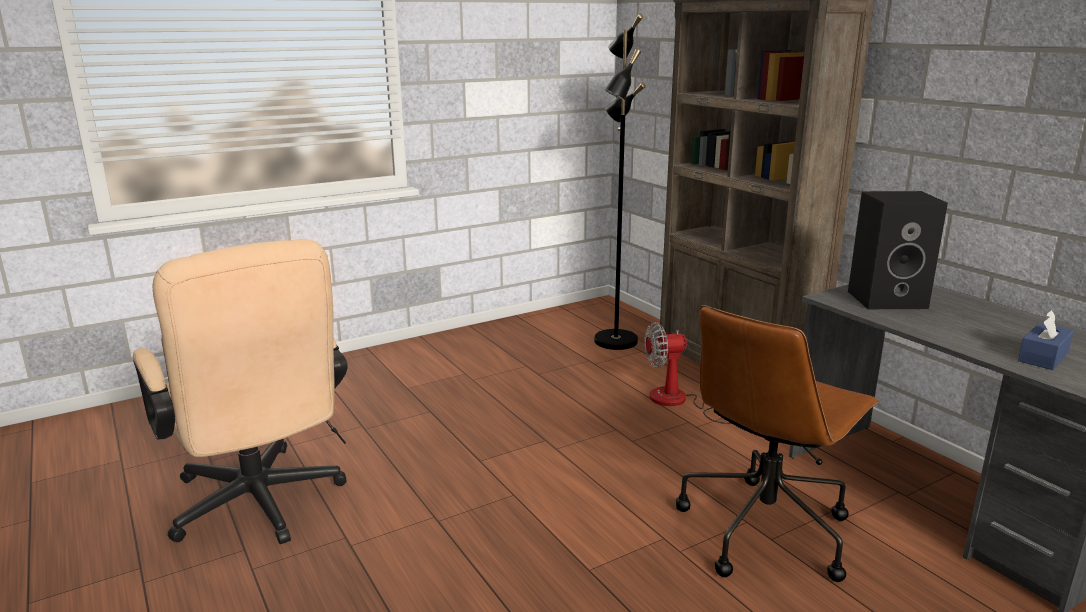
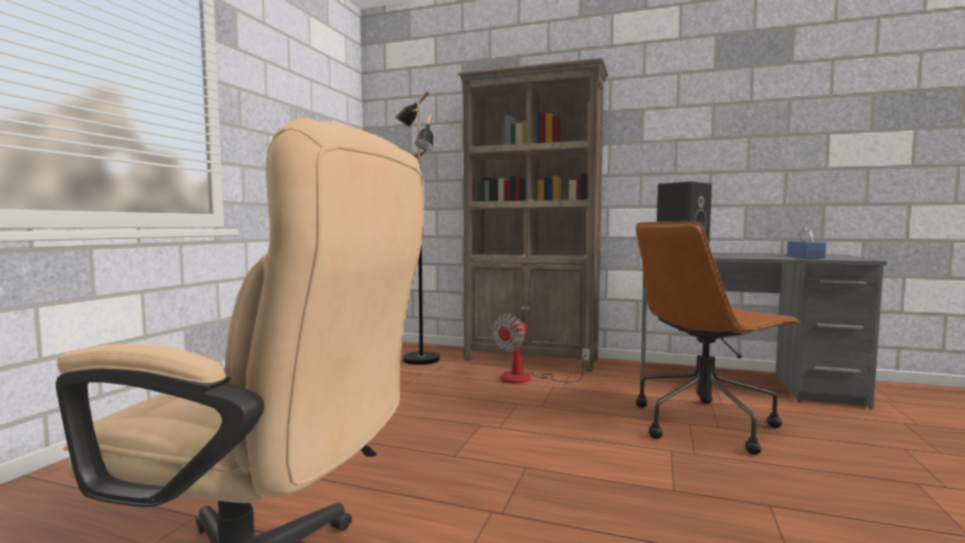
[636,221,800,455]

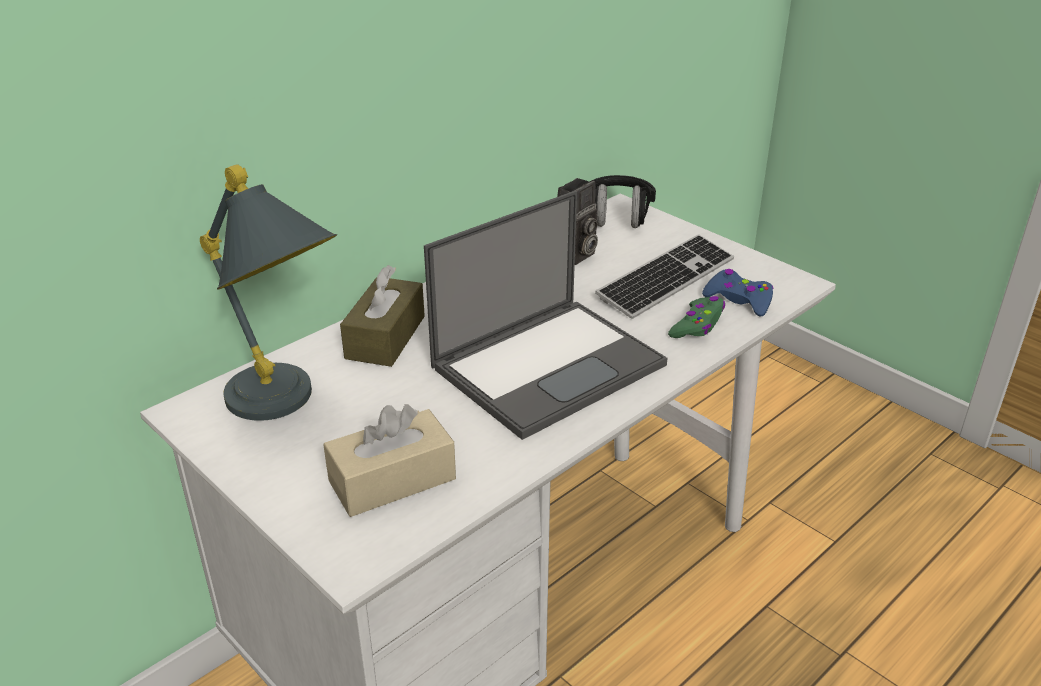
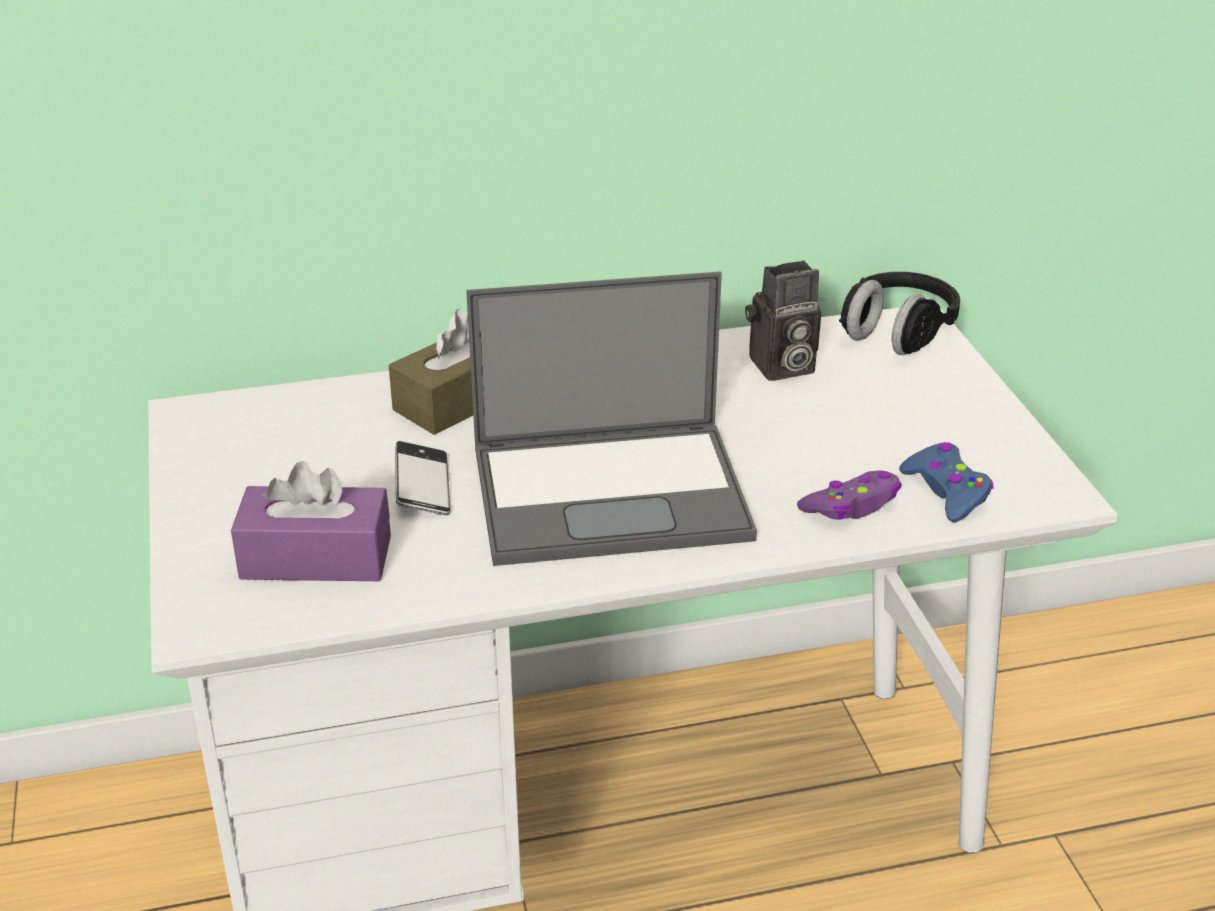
[200,164,337,421] (first image)
[595,234,734,319] (first image)
[395,441,450,515]
[231,461,391,581]
[797,470,902,520]

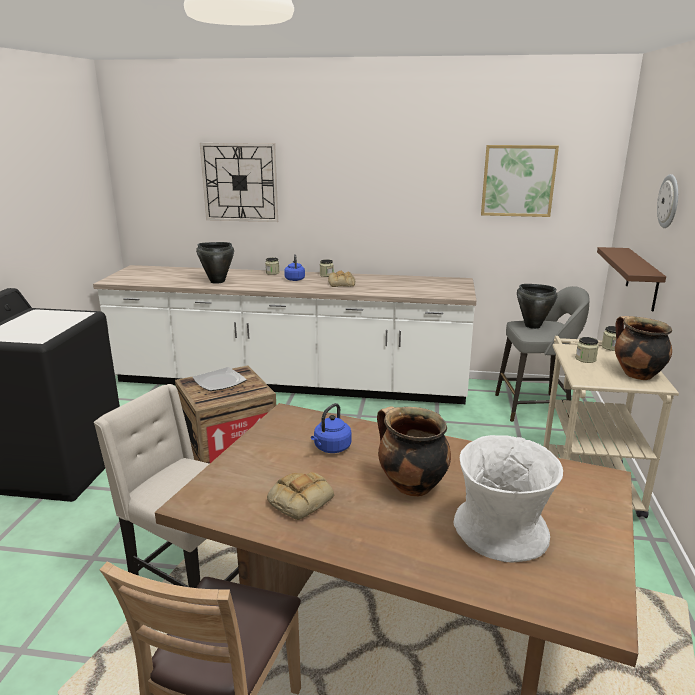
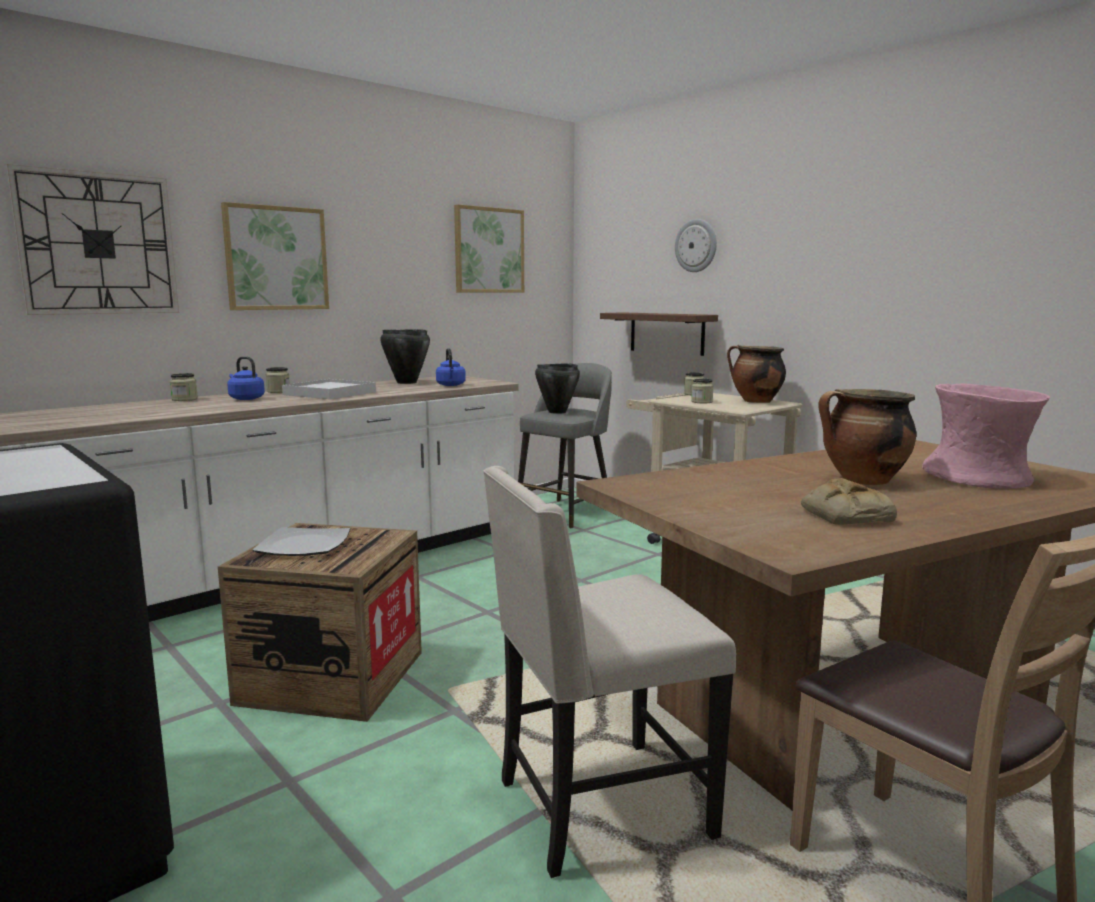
[221,202,329,310]
[380,329,430,384]
[436,348,466,386]
[282,379,376,399]
[922,384,1050,489]

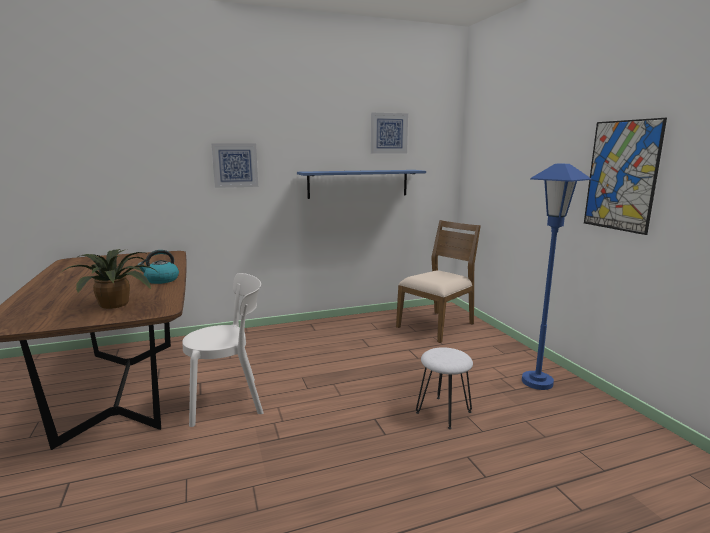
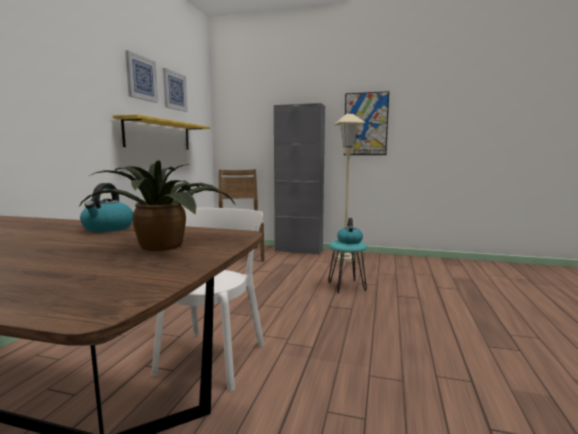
[274,103,325,255]
[337,218,363,244]
[125,50,158,103]
[113,114,210,150]
[328,240,367,293]
[334,114,365,262]

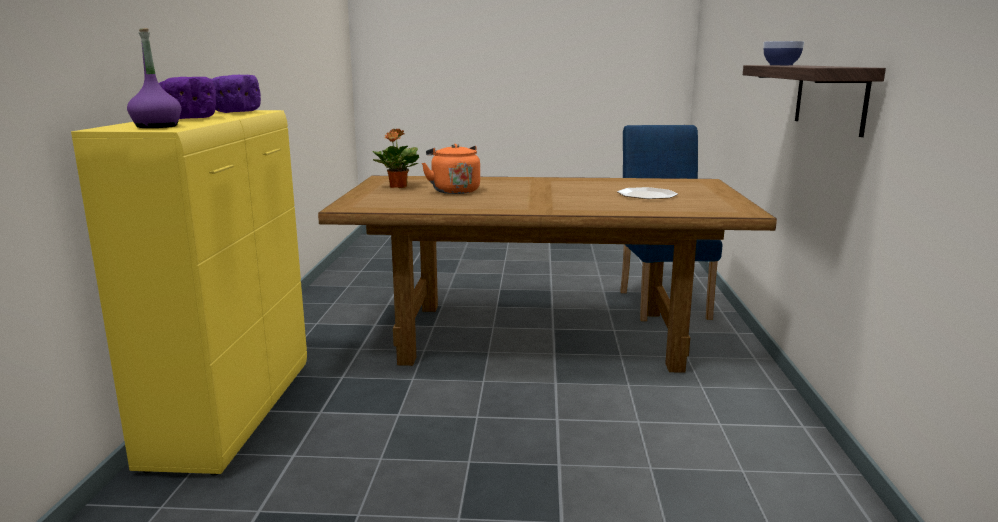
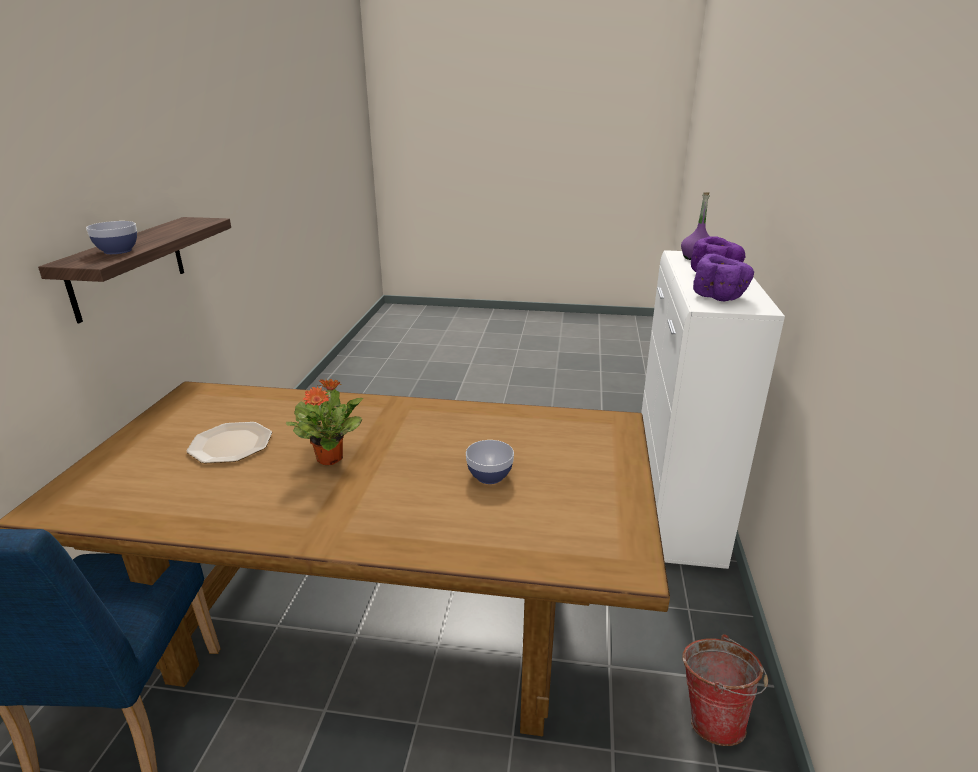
[682,634,768,746]
[286,379,363,465]
[466,440,514,484]
[641,250,785,569]

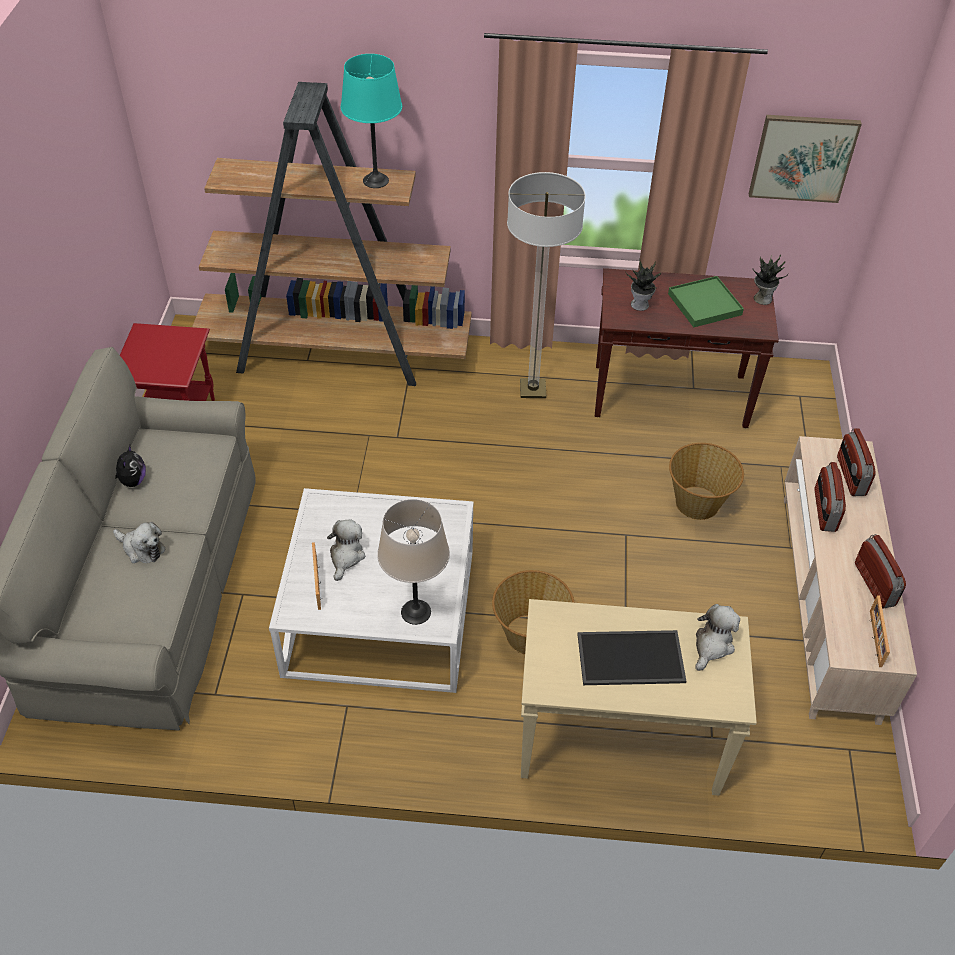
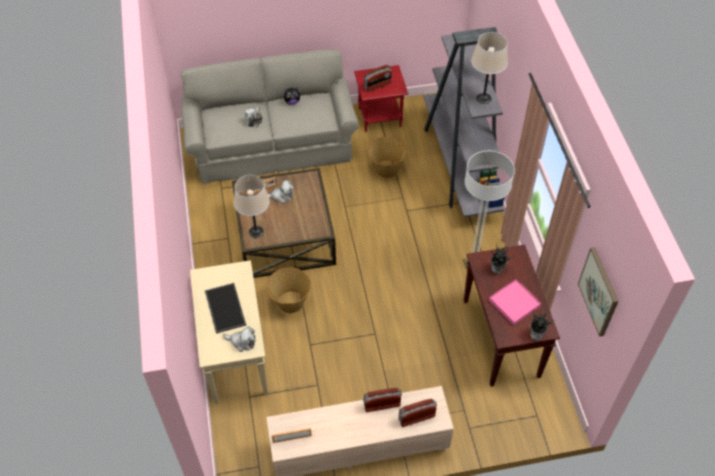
[368,136,407,178]
[364,65,392,92]
[423,27,504,217]
[232,168,336,278]
[471,32,508,104]
[489,279,541,325]

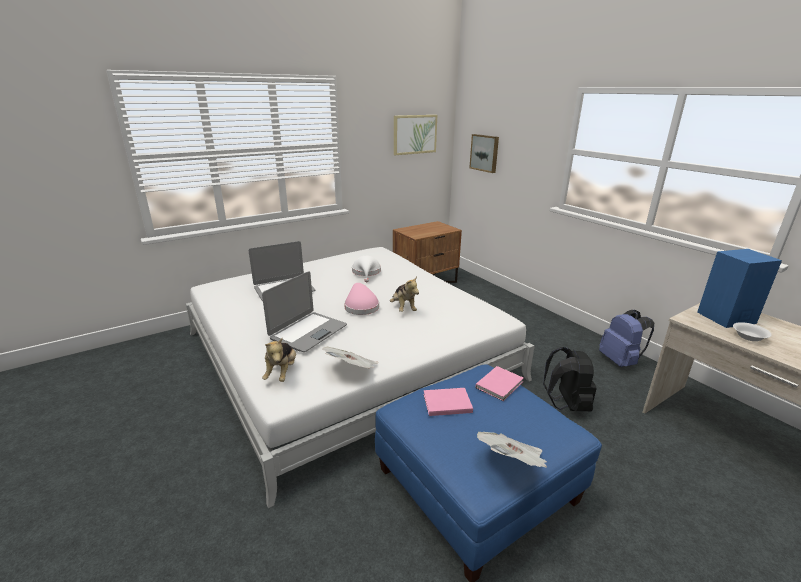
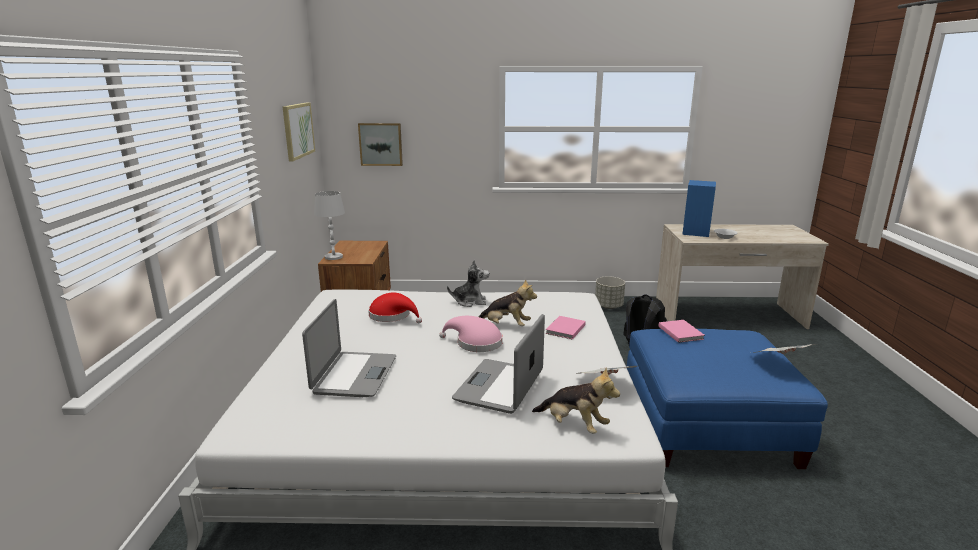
[314,191,345,260]
[447,260,489,307]
[546,316,586,340]
[595,276,625,309]
[368,293,422,323]
[452,314,545,414]

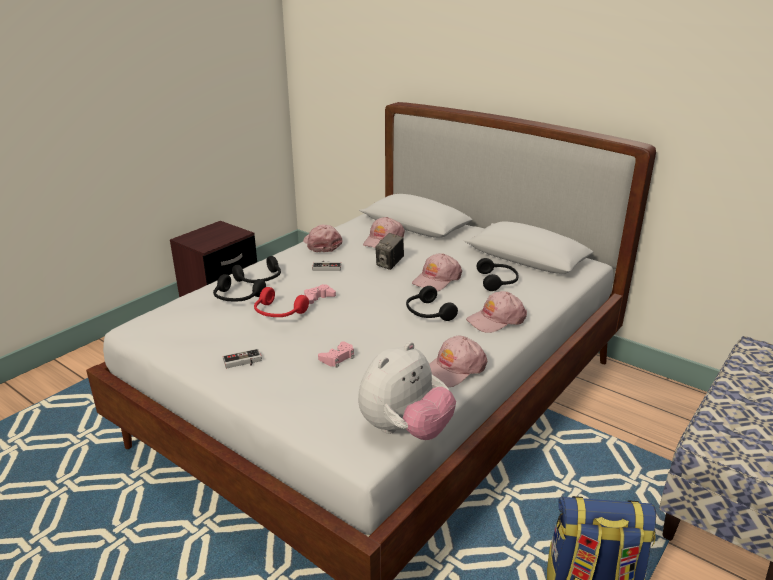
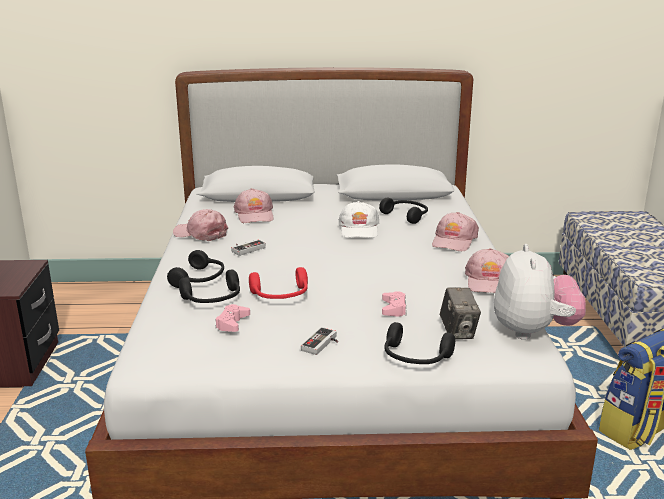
[215,304,250,332]
[440,287,481,339]
[384,322,455,364]
[338,201,379,238]

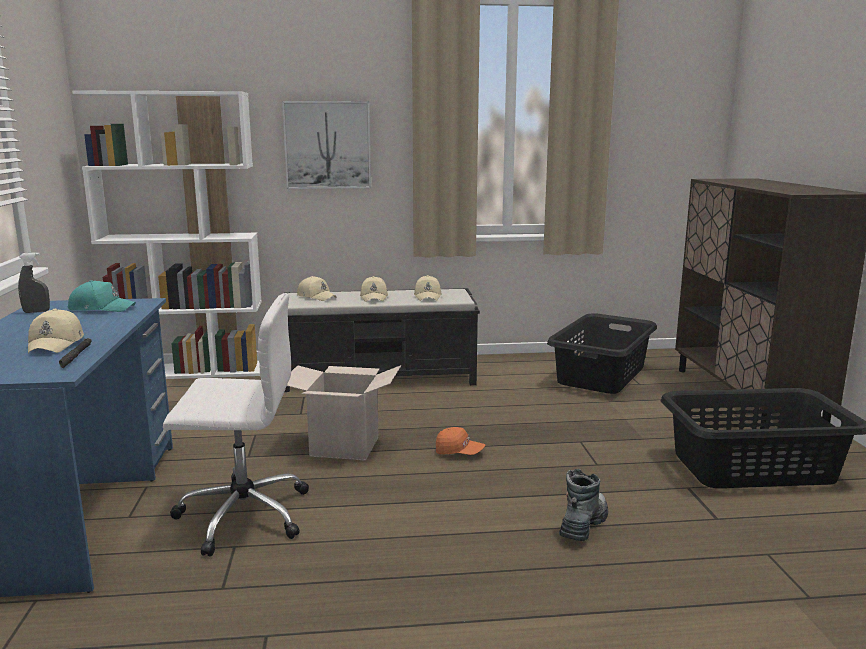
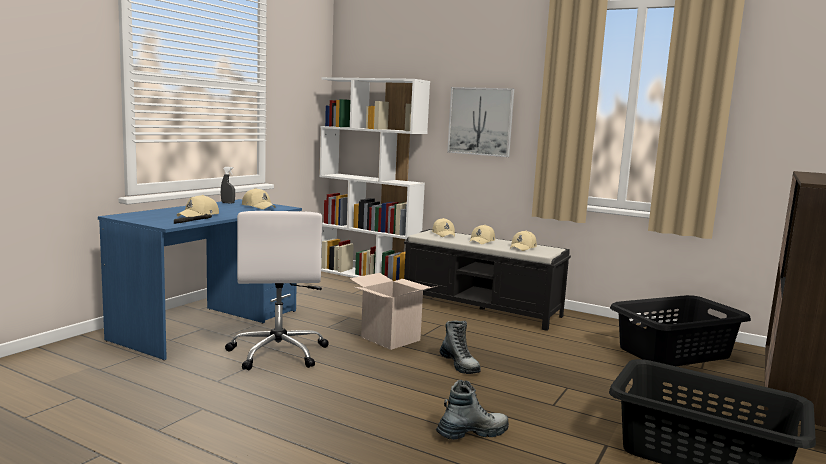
[440,320,481,374]
[242,188,276,209]
[225,211,329,370]

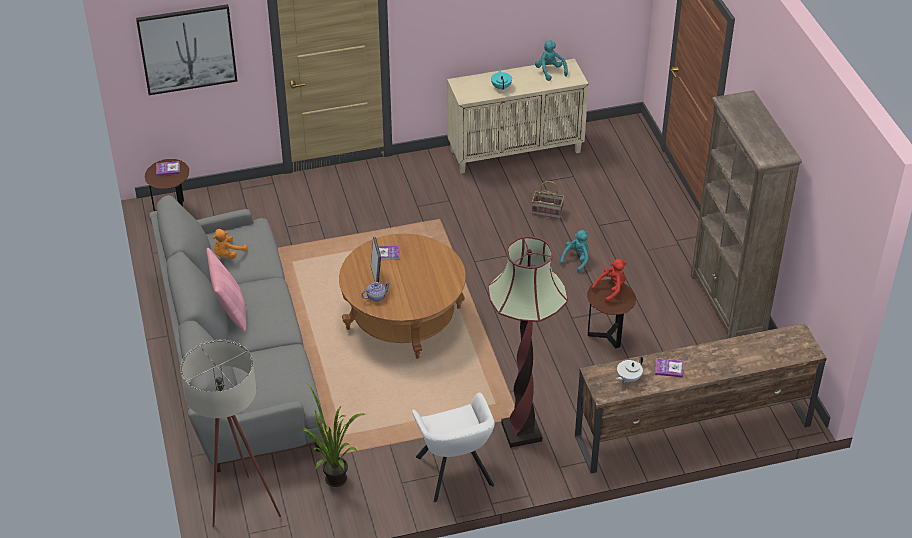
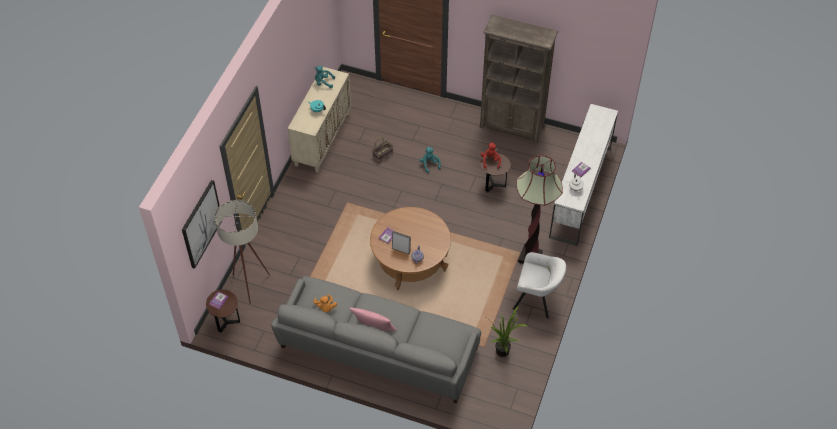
[215,200,270,304]
[549,104,618,246]

